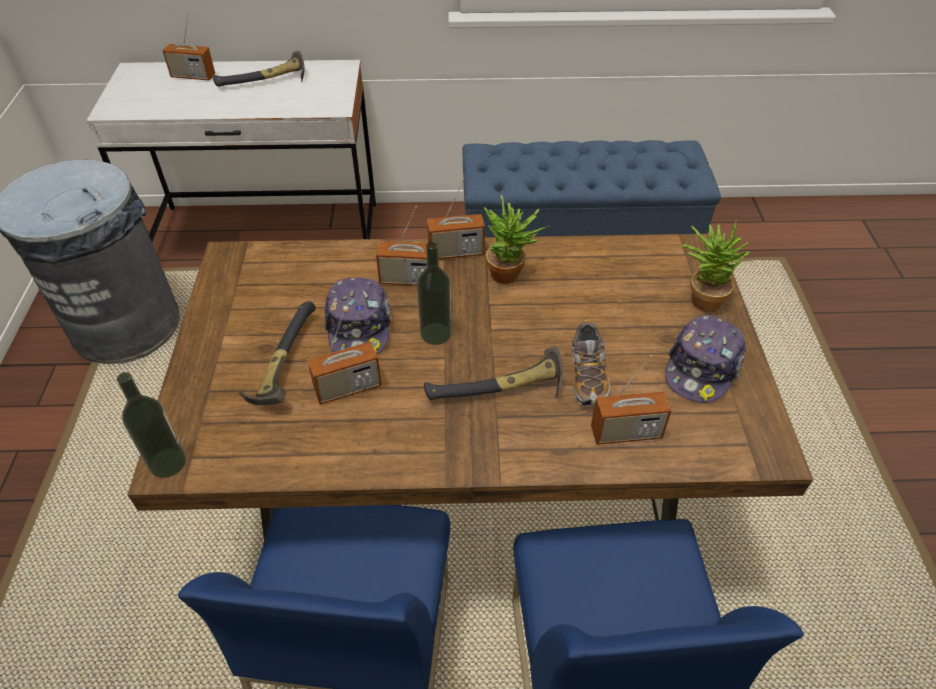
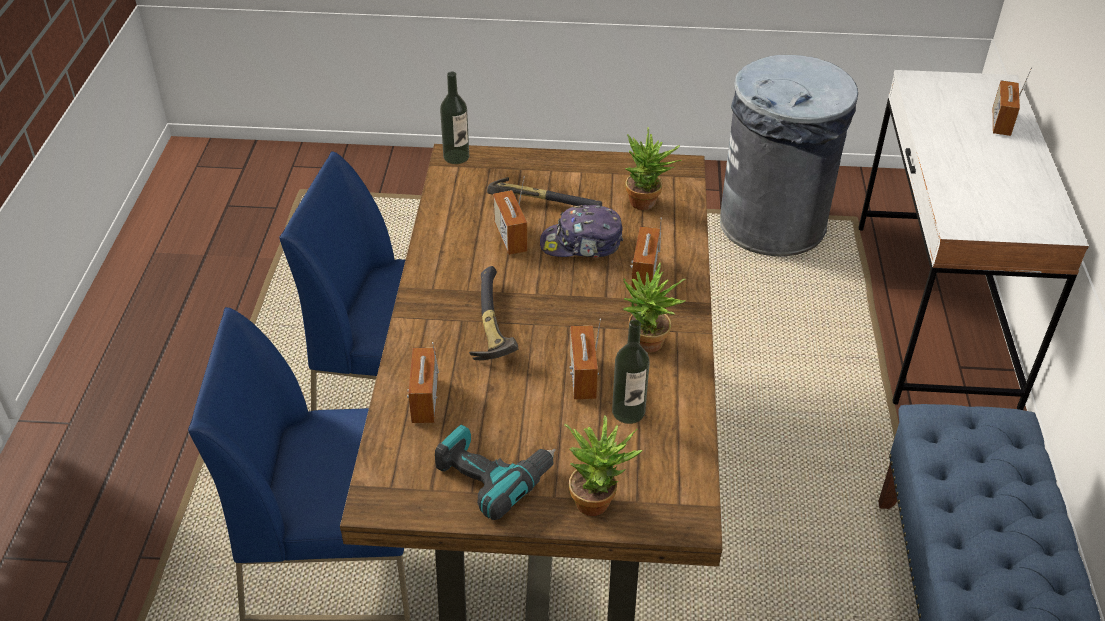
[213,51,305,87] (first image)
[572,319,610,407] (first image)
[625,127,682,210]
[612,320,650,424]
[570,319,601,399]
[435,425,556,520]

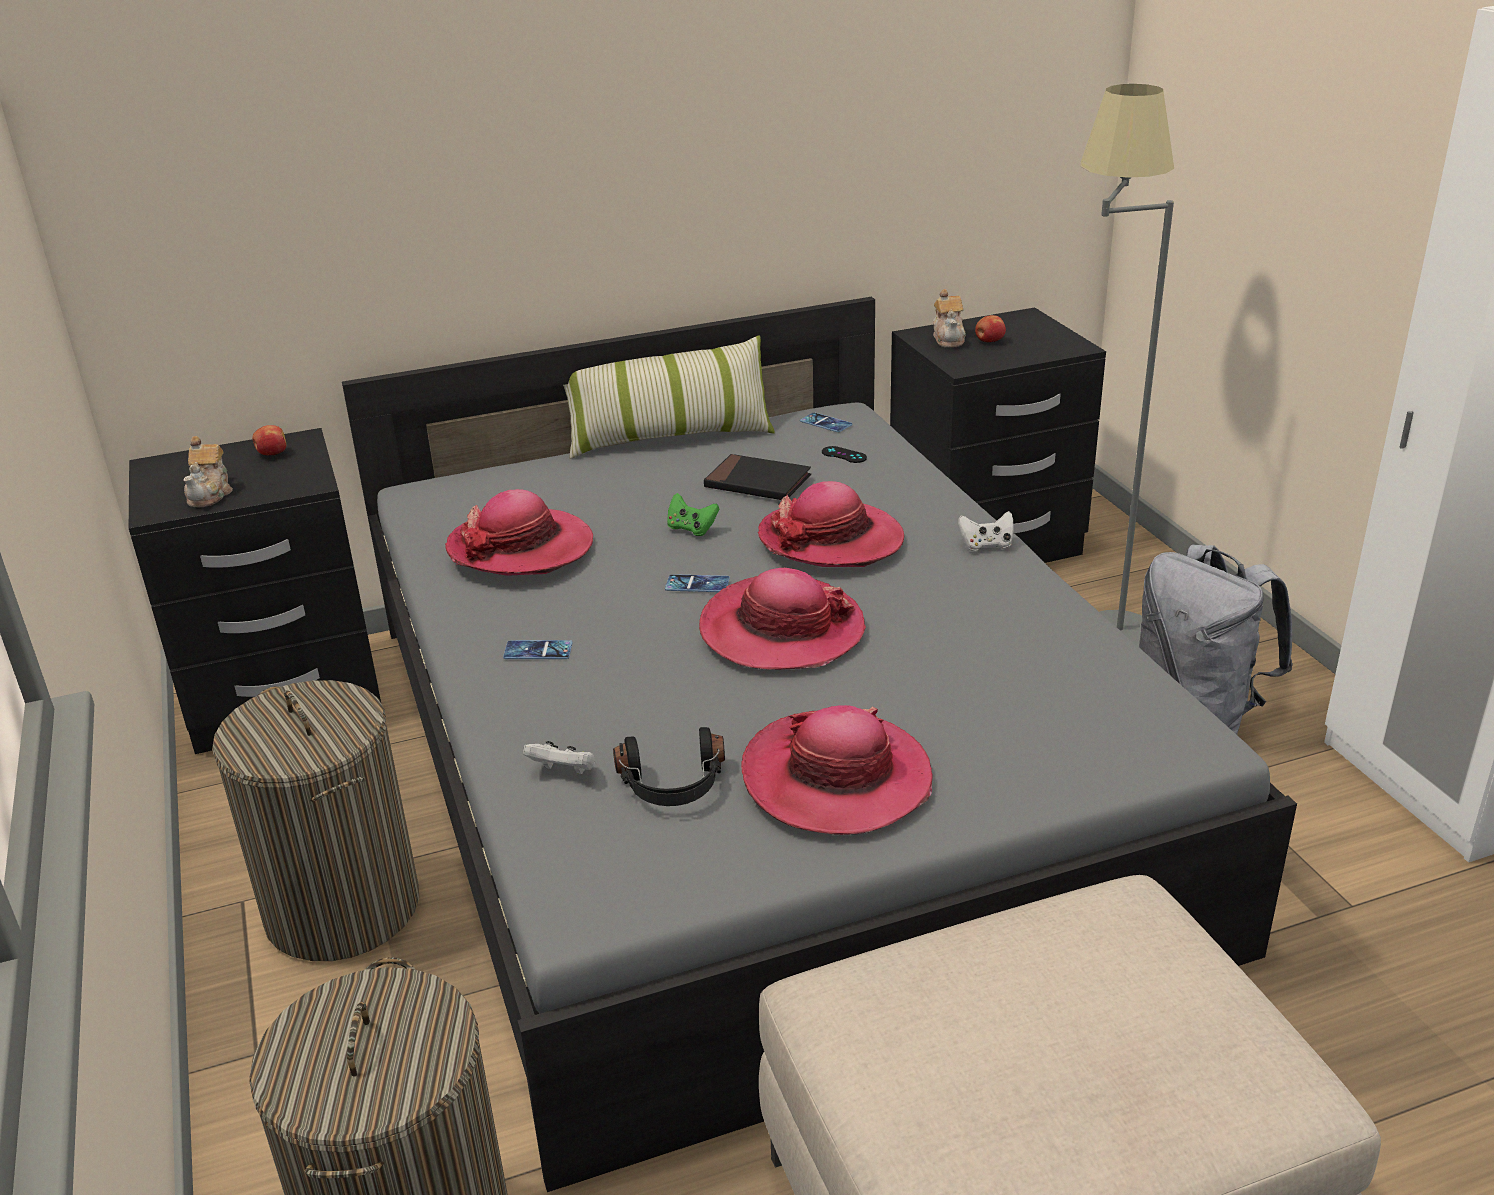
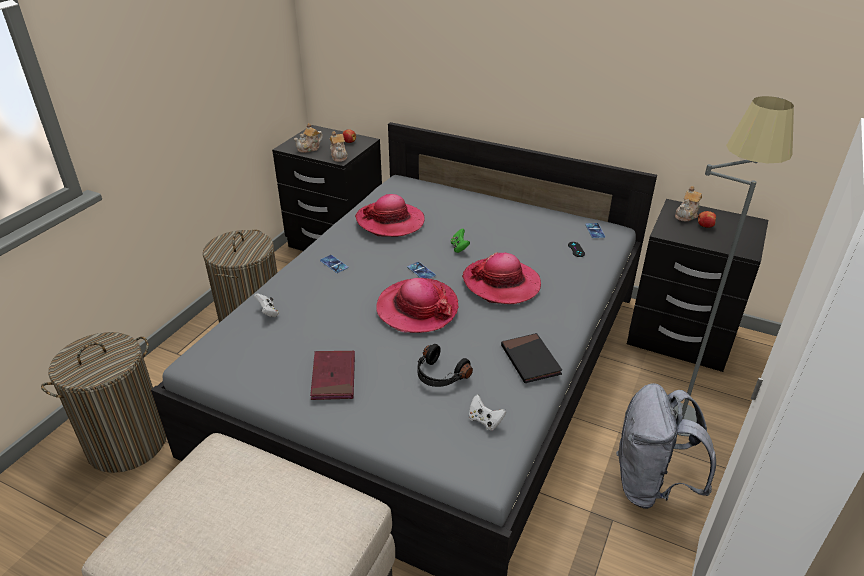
[563,335,775,459] (first image)
[330,131,348,162]
[417,344,473,387]
[501,333,562,383]
[469,394,506,430]
[310,350,355,400]

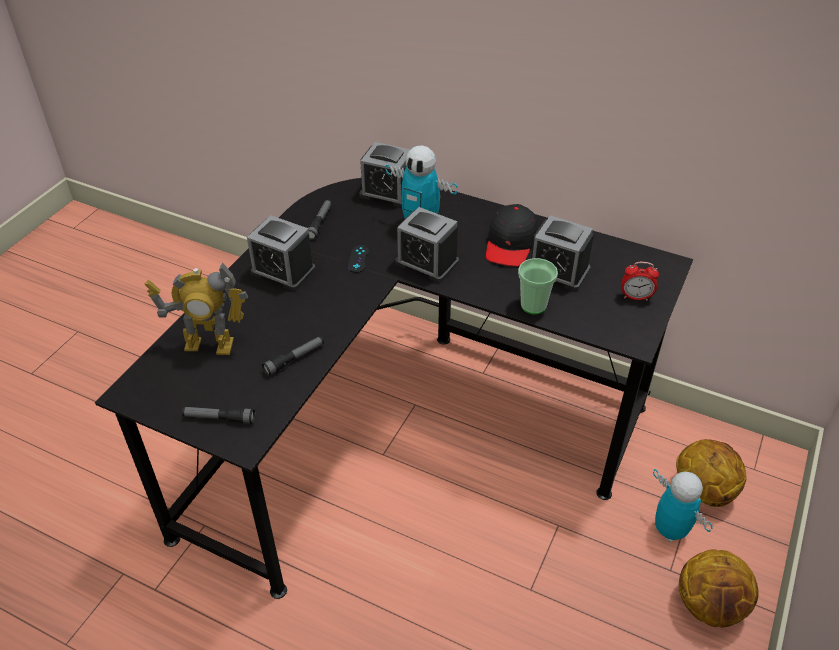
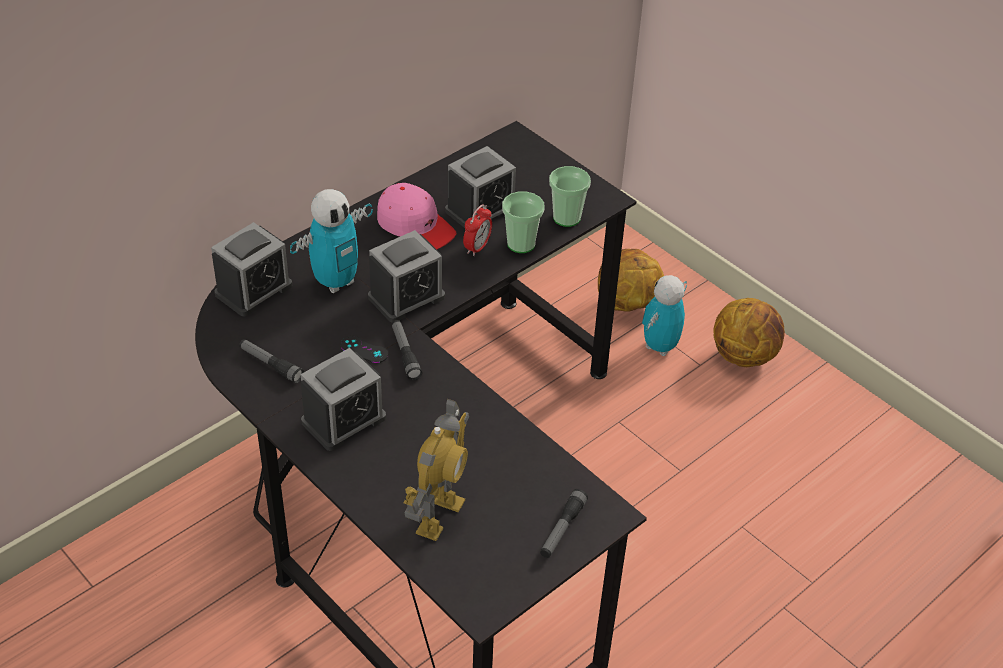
[549,166,591,227]
[392,320,422,380]
[463,204,492,256]
[377,183,457,249]
[642,275,687,356]

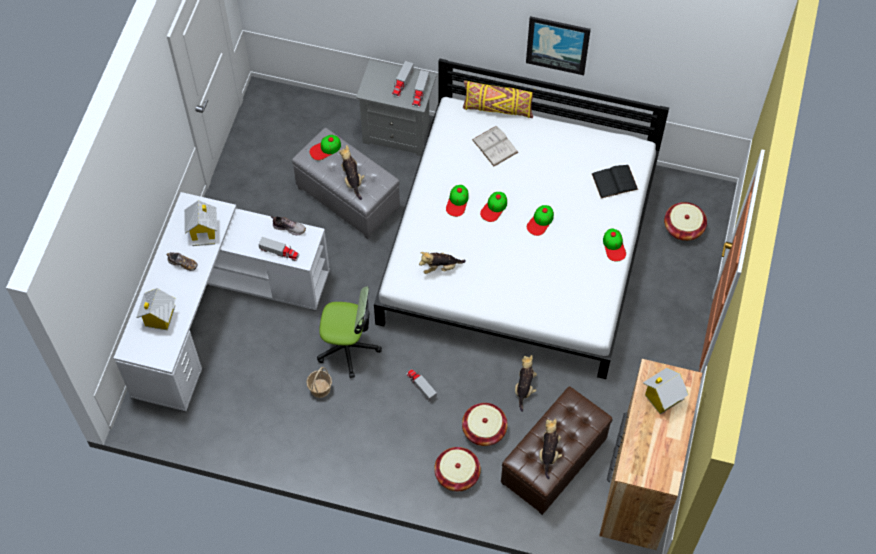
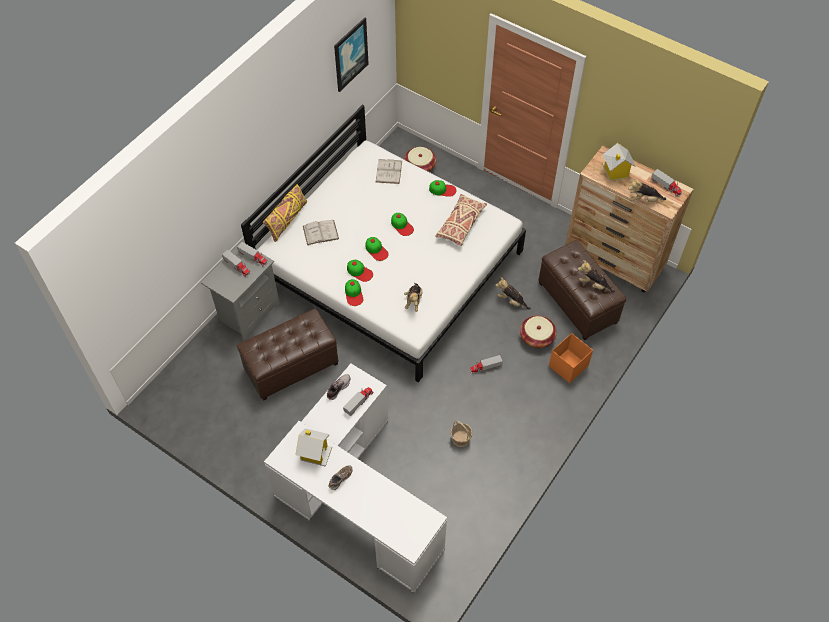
[136,288,176,330] (first image)
[317,286,382,378] (first image)
[435,194,487,246]
[651,169,682,197]
[345,279,363,306]
[628,178,666,202]
[334,17,369,92]
[549,333,593,383]
[237,309,338,400]
[376,159,402,184]

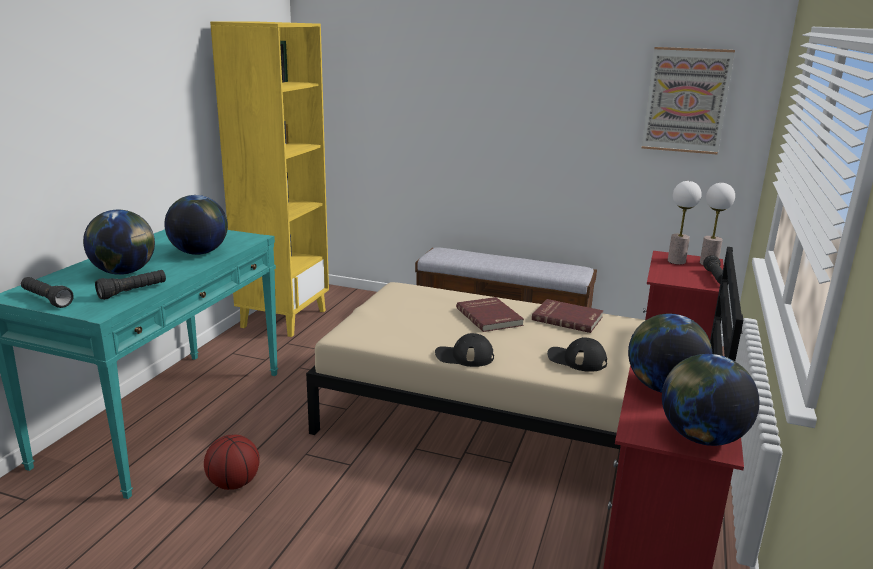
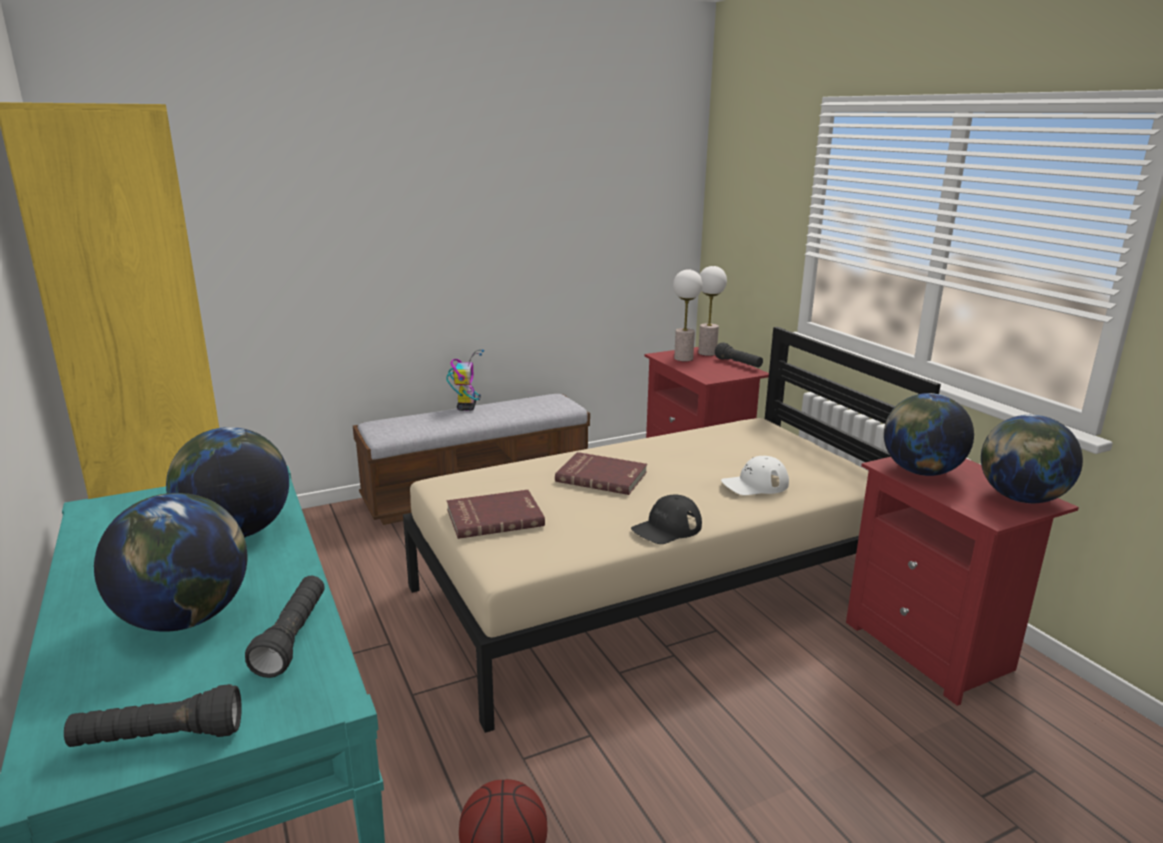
[642,47,735,154] (first image)
[446,349,484,411]
[447,490,545,539]
[721,456,789,495]

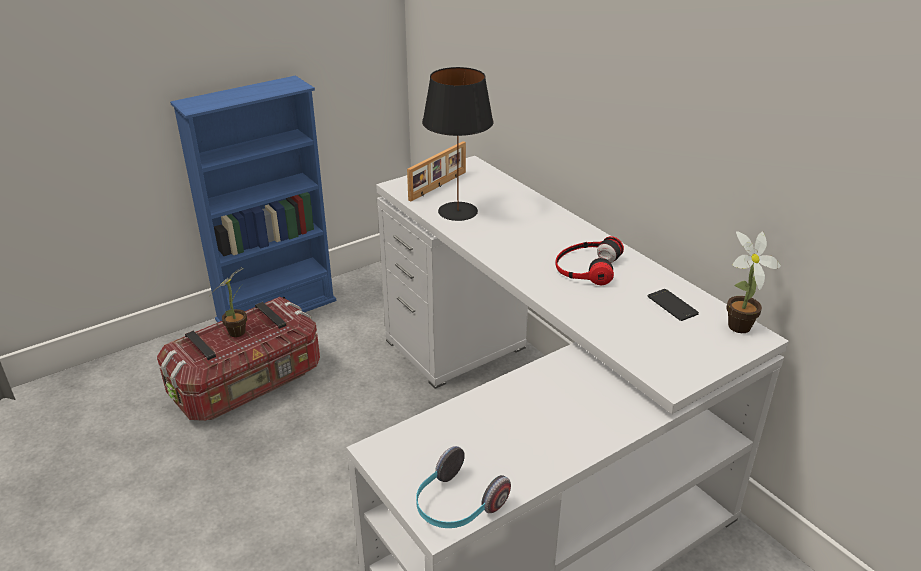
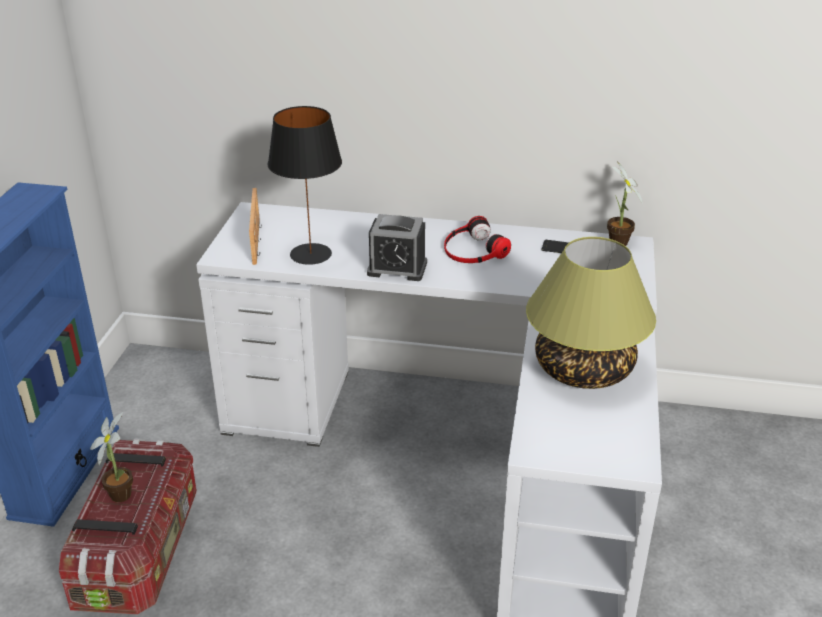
[416,446,511,528] (first image)
[367,214,427,281]
[526,237,656,389]

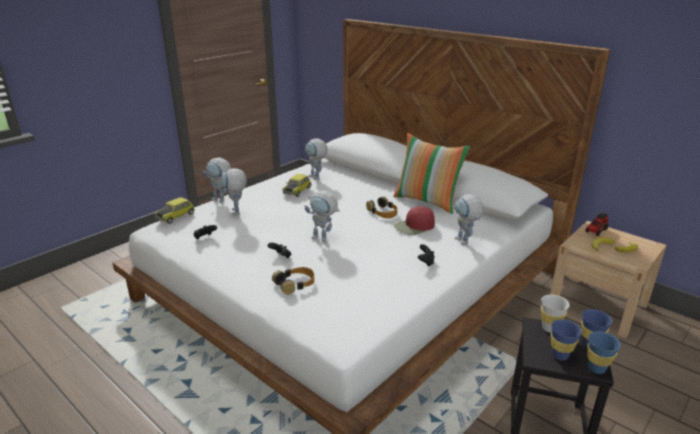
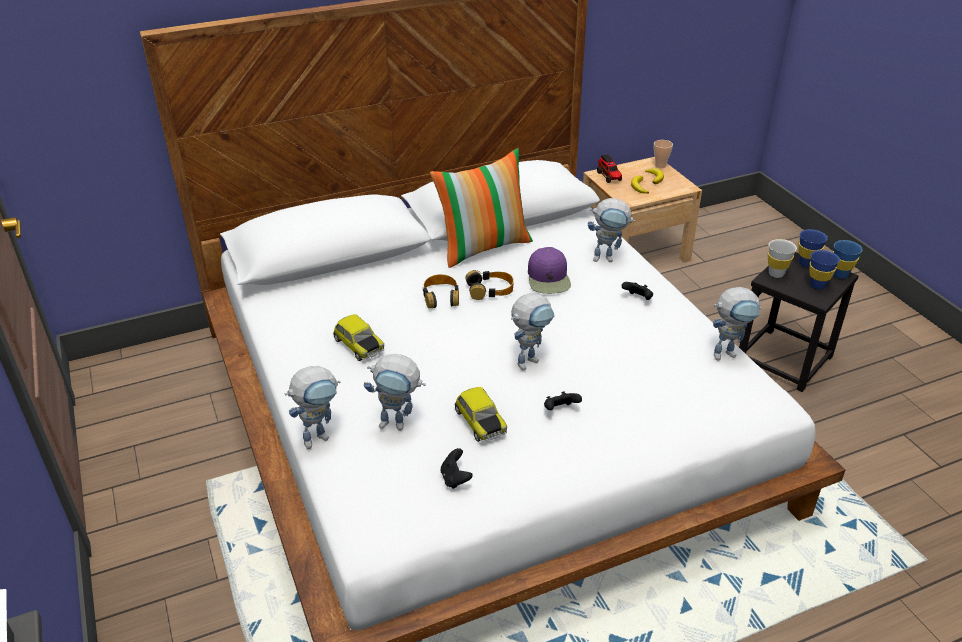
[654,140,673,168]
[454,387,507,442]
[423,274,459,308]
[713,287,762,360]
[528,247,571,294]

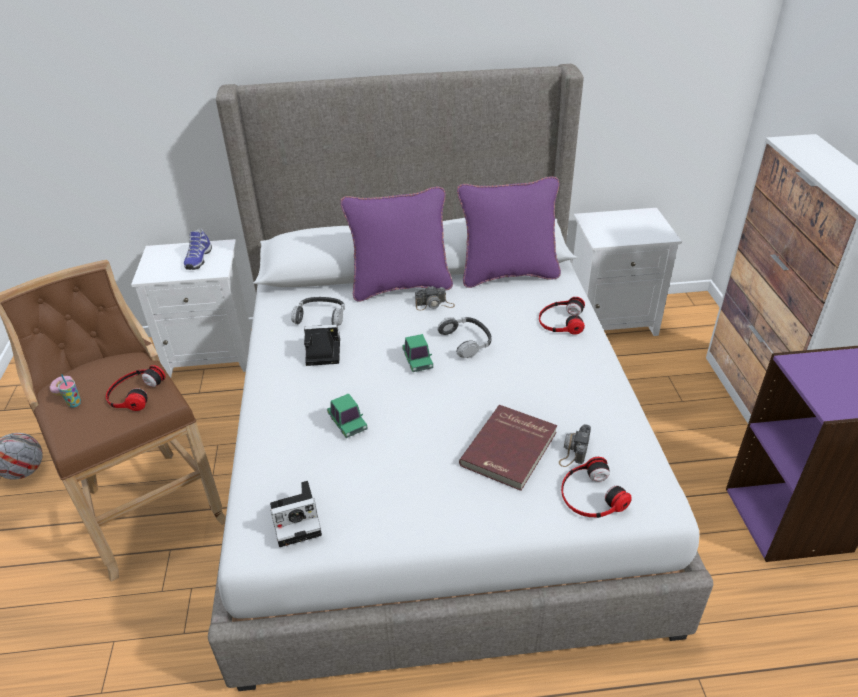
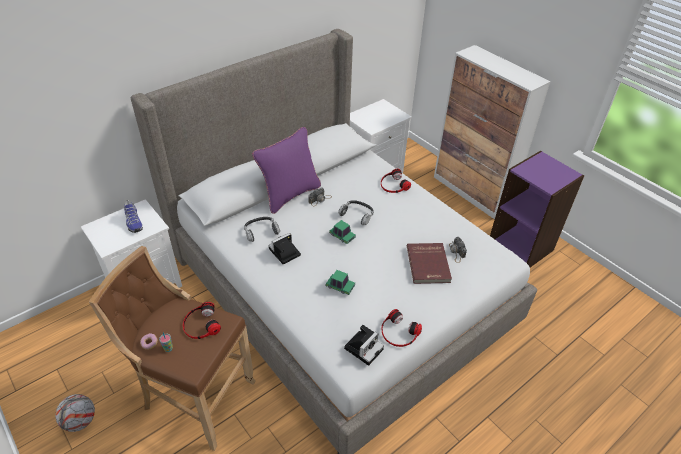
[457,176,561,288] (first image)
[382,309,422,347]

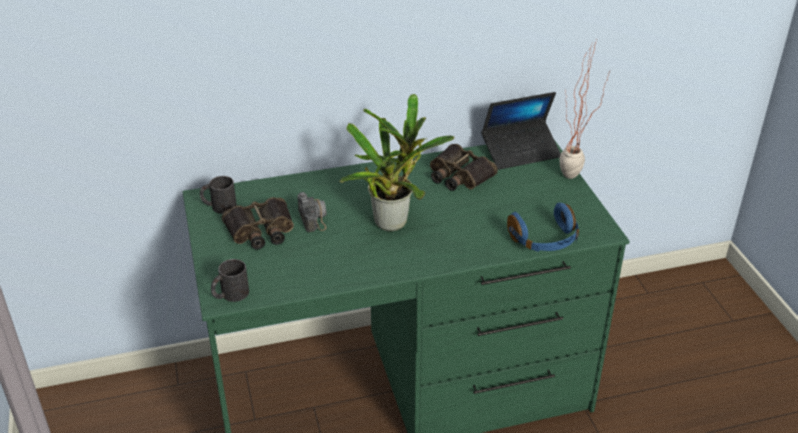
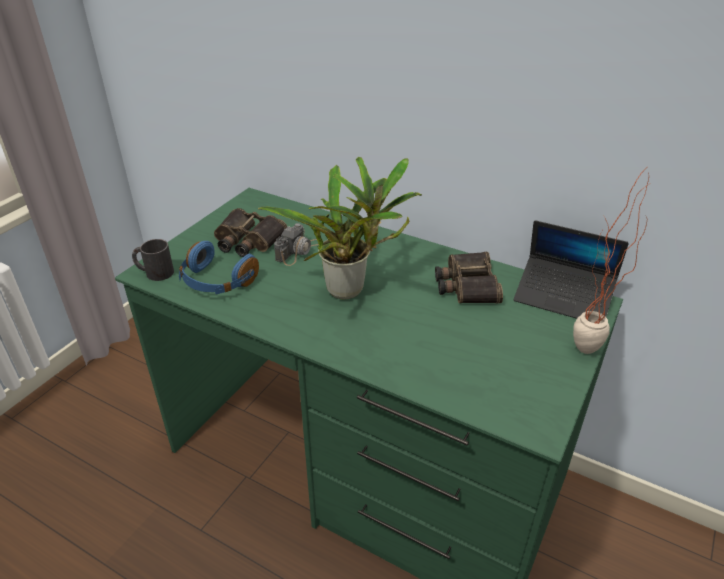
[200,176,237,214] (first image)
[179,241,259,294]

